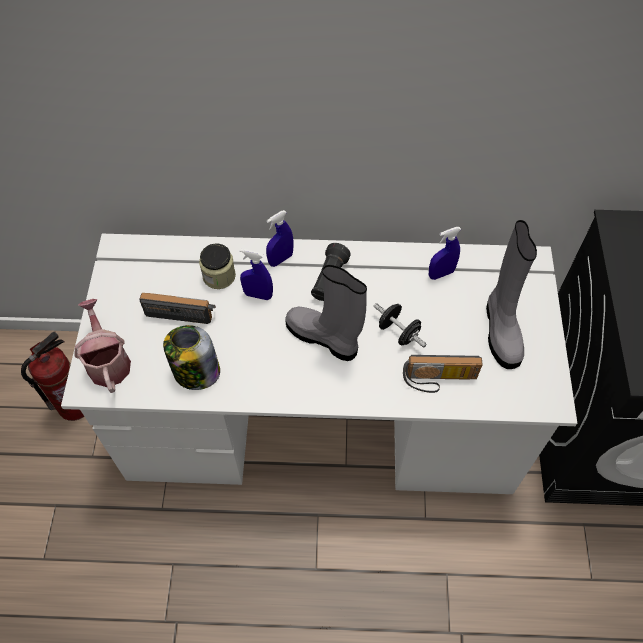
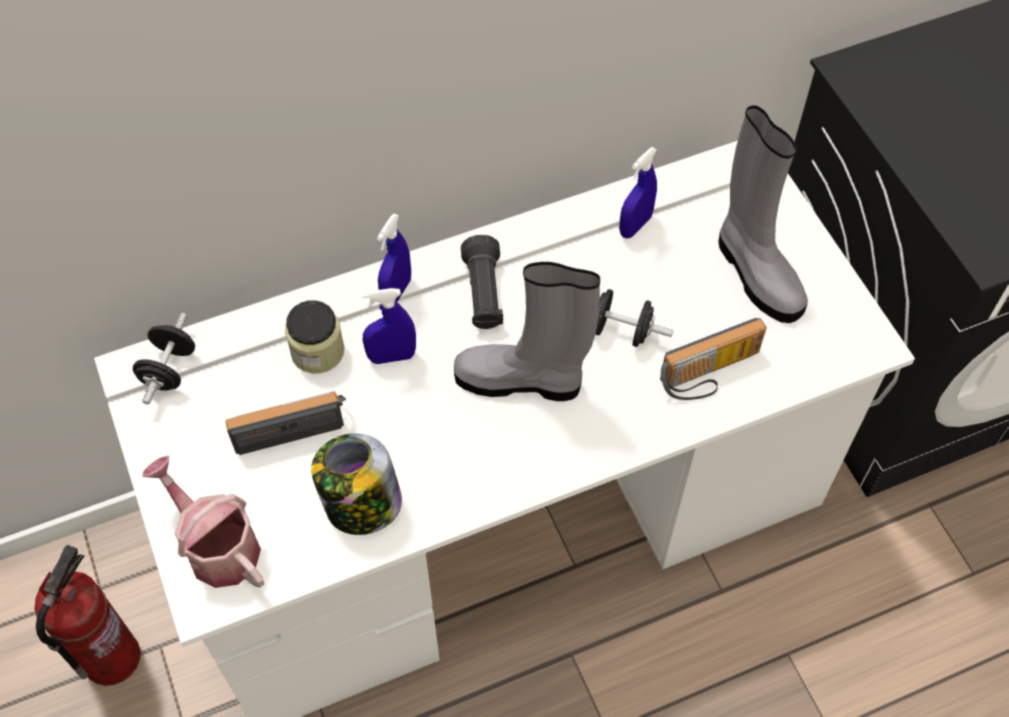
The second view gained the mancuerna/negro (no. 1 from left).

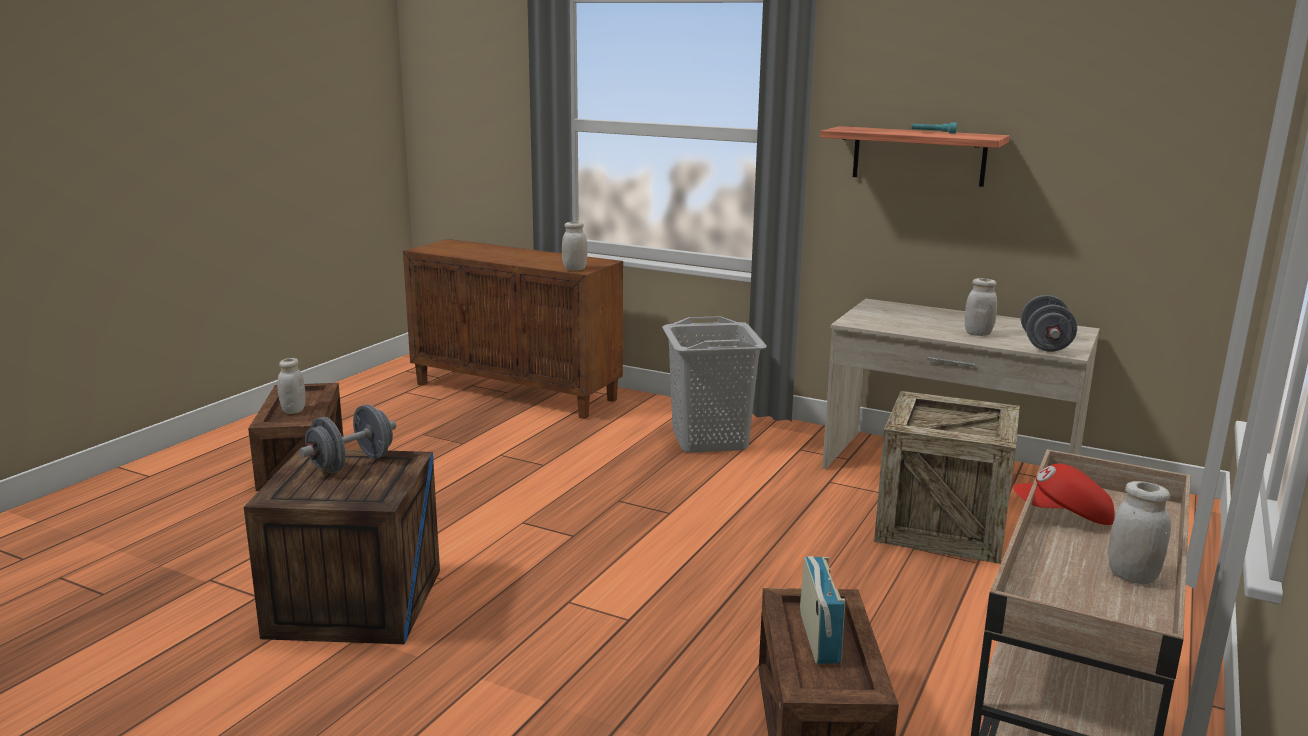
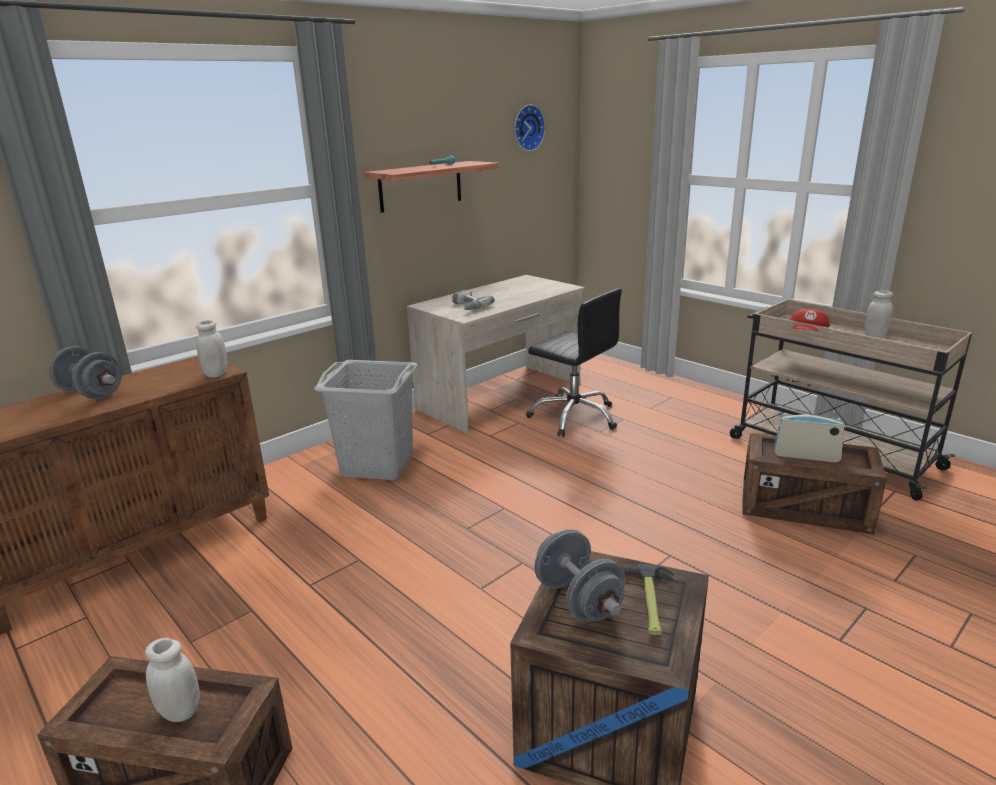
The second view lost the tarro/blanco (no. 3 from left). The second view gained the taladro. The second view gained the reloj de pared. The second view gained the martillo. The mancuerna/gris (no. 2 from left in the first image) ended up elsewhere. Where the caja de embalaje (no. 4 from left) stood, the silla de oficina/negro came to stand.

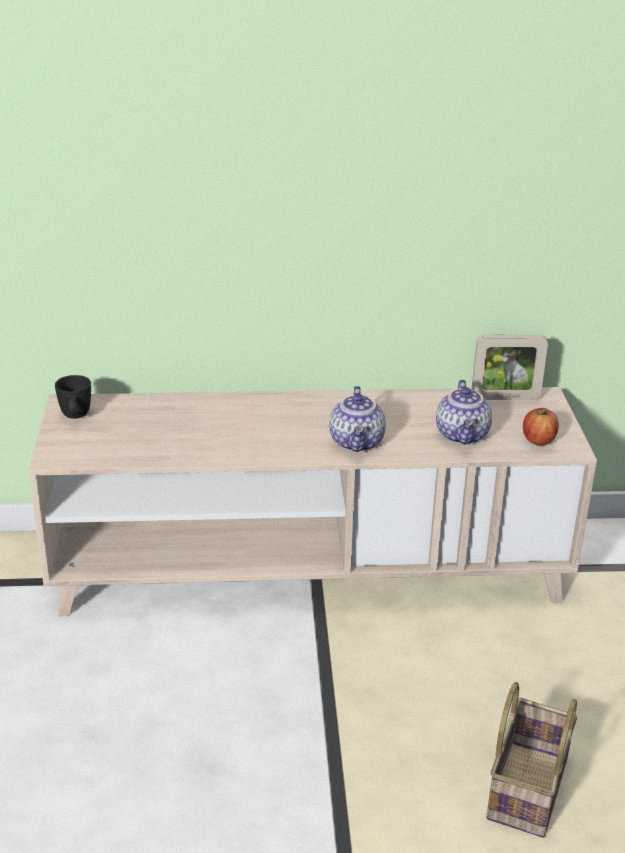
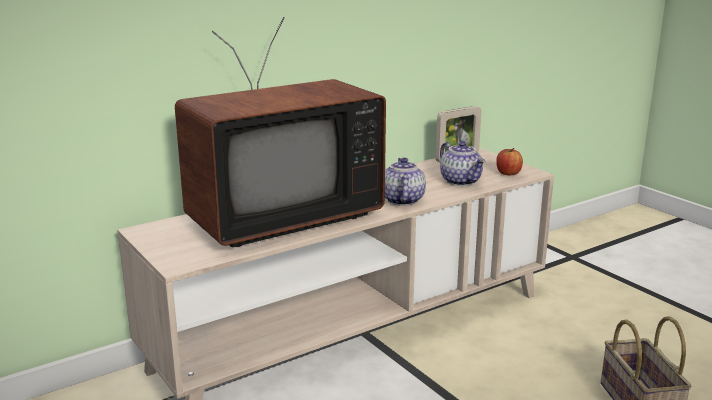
The second view lost the taza grande/negro. The second view gained the televisor. The tetera (no. 1 from left) ended up facing another way, 150 degrees counterclockwise from before.

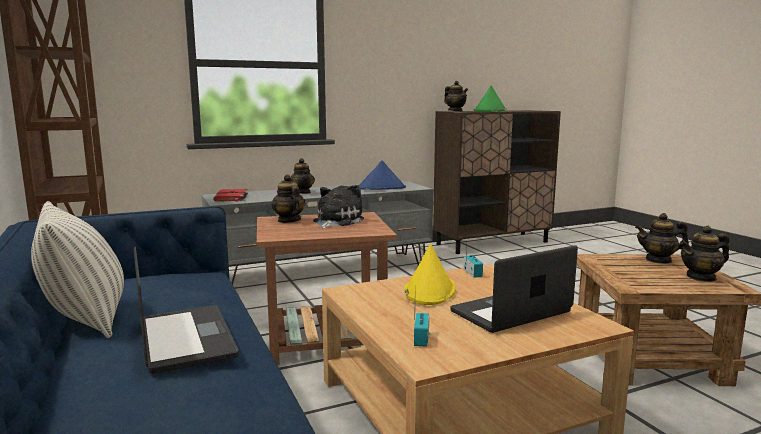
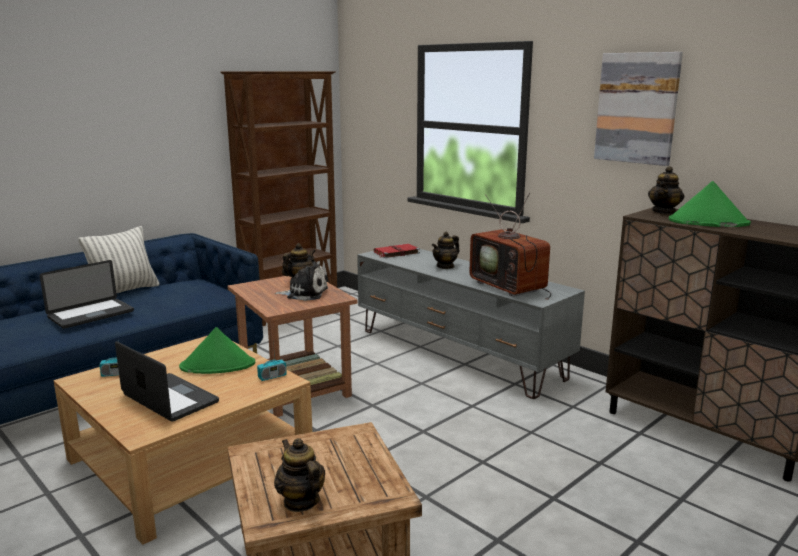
The second view lost the tetera (no. 4 from left). The second view gained the cuadro. Where the sombrero/azul stood, the televisor came to stand. What was the sombrero/amarillo turned into the sombrero/verde (no. 1 from left).

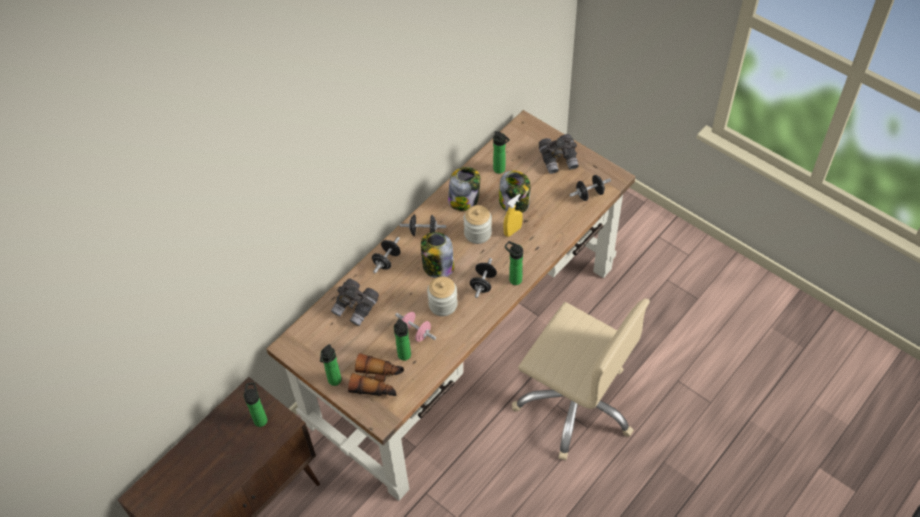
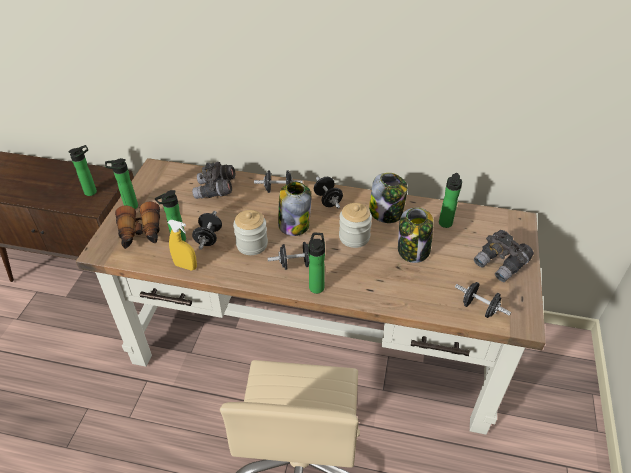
The pulverizador/amarillo ended up elsewhere. What was the mancuerna/rosa turned into the mancuerna/negro (no. 1 from left).

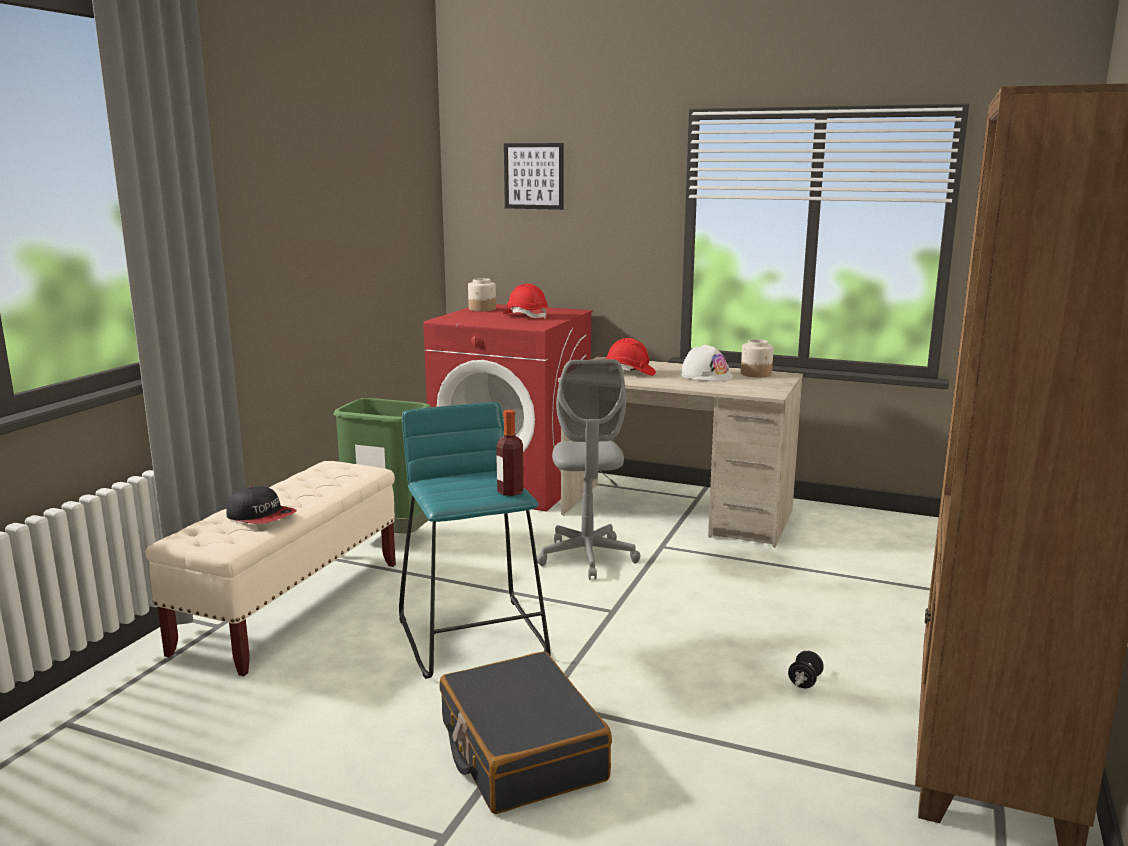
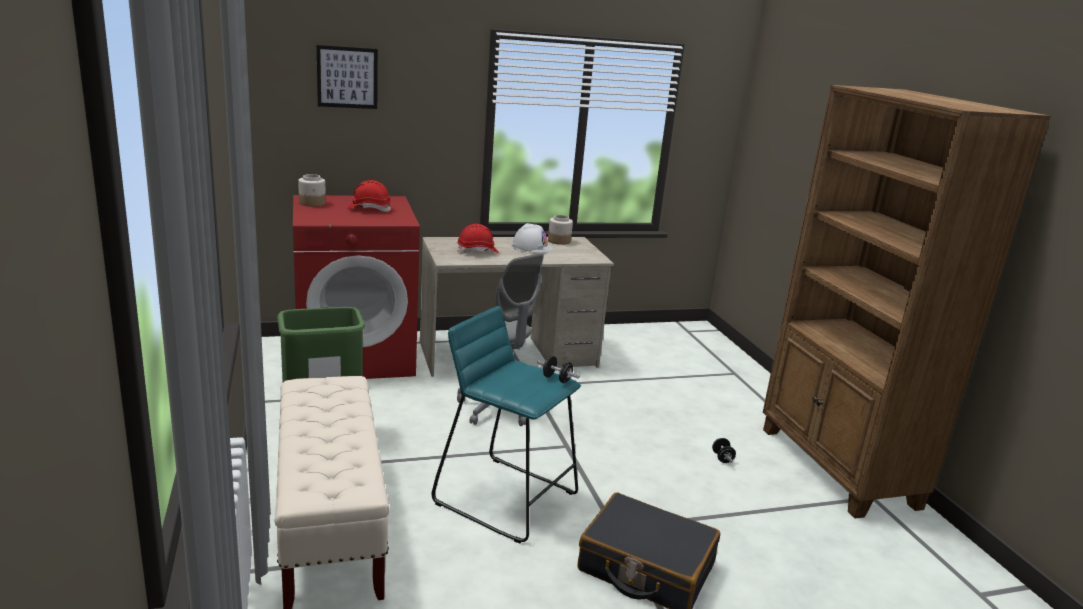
The second view lost the gorra. Where the botella stood, the mancuerna/negro (no. 1 from left) came to stand.

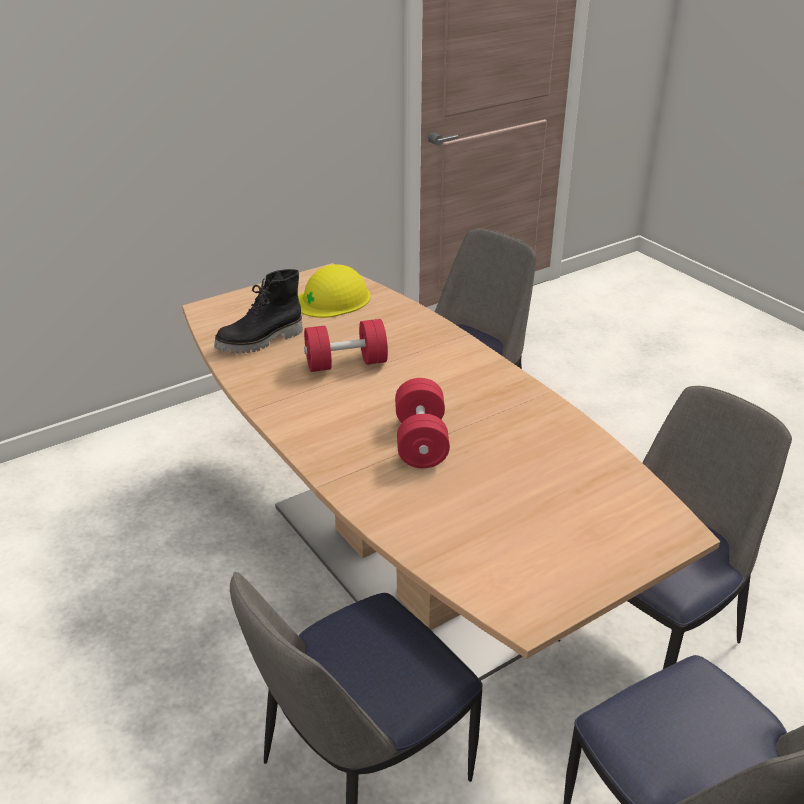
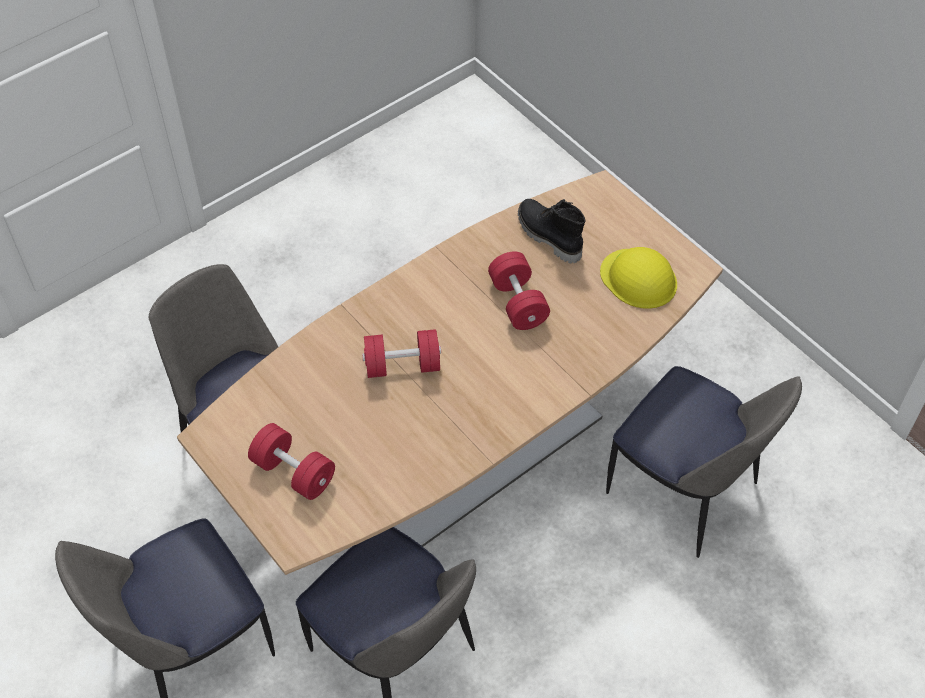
The second view gained the mancuerna/rojo (no. 1 from left).

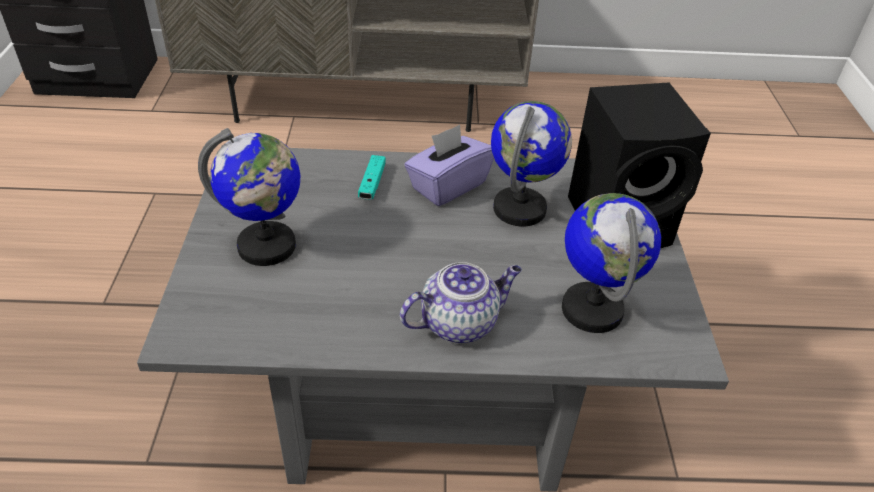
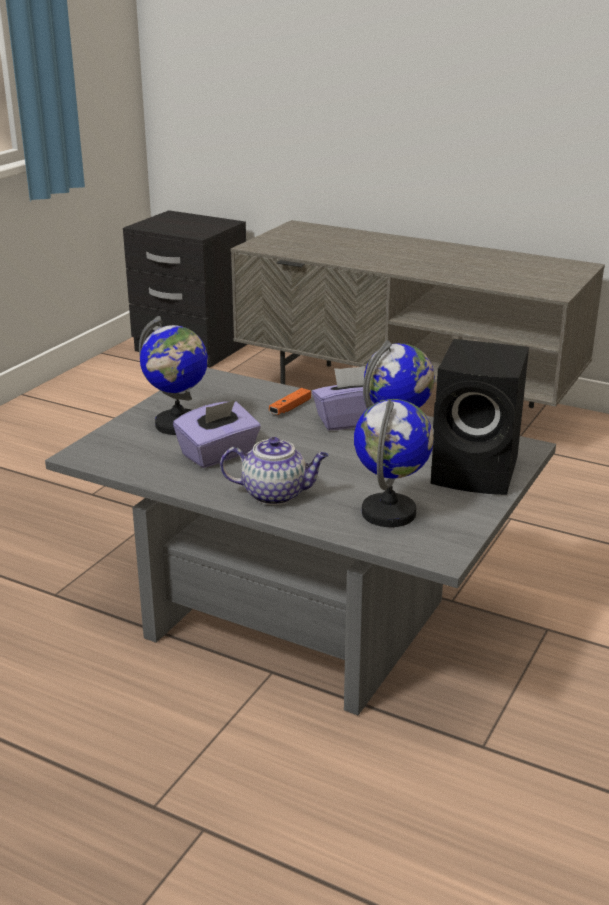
The second view gained the caja de pañuelos/morado (no. 1 from left). What was the mando de consola/turquesa turned into the mando de consola/naranja.

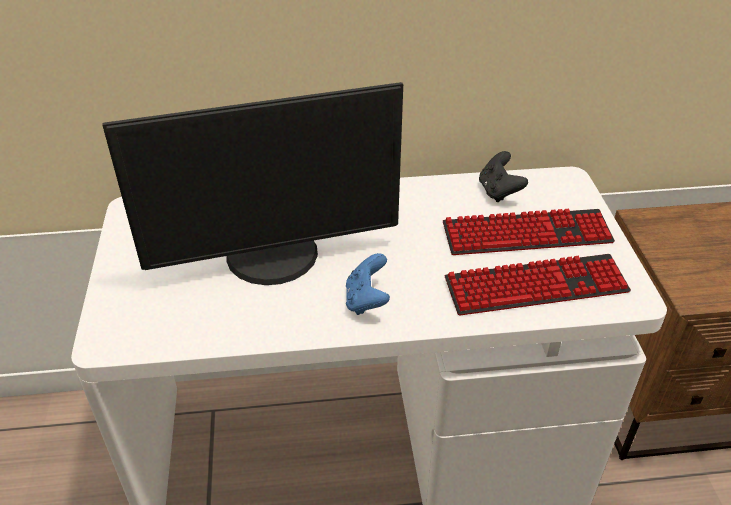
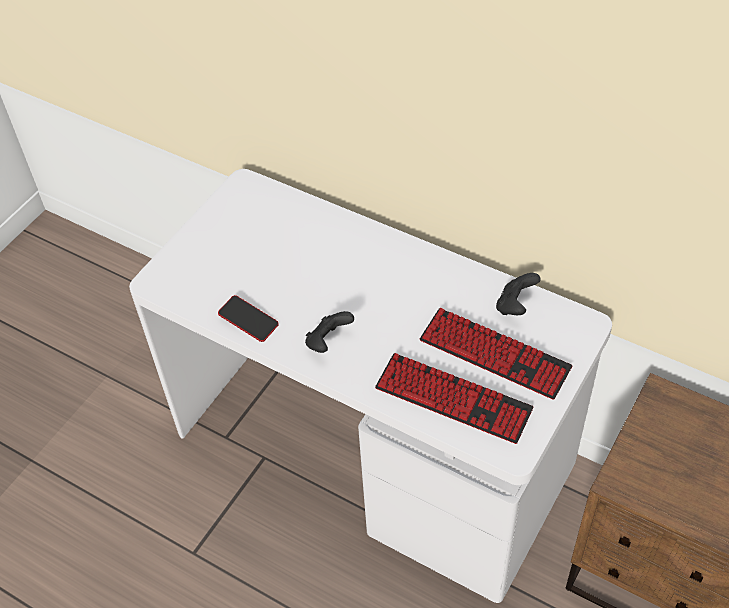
The second view lost the monitor. The second view gained the móvil. What was the mando de consola/azul turned into the mando de consola/negro (no. 1 from left).

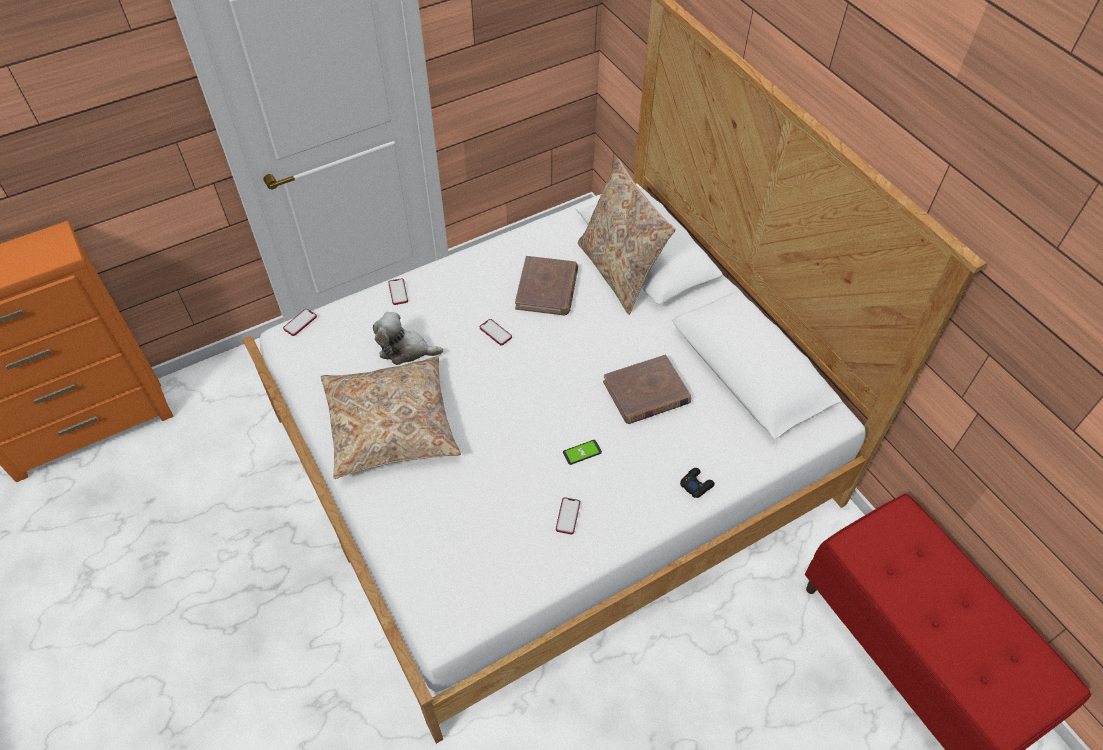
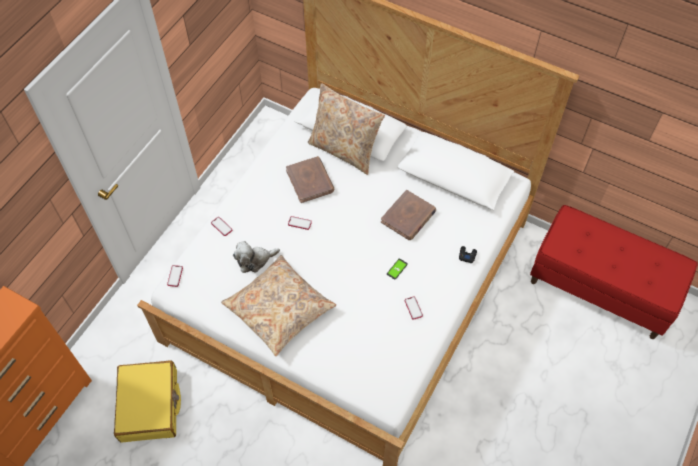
The second view gained the maleta/amarillo.

